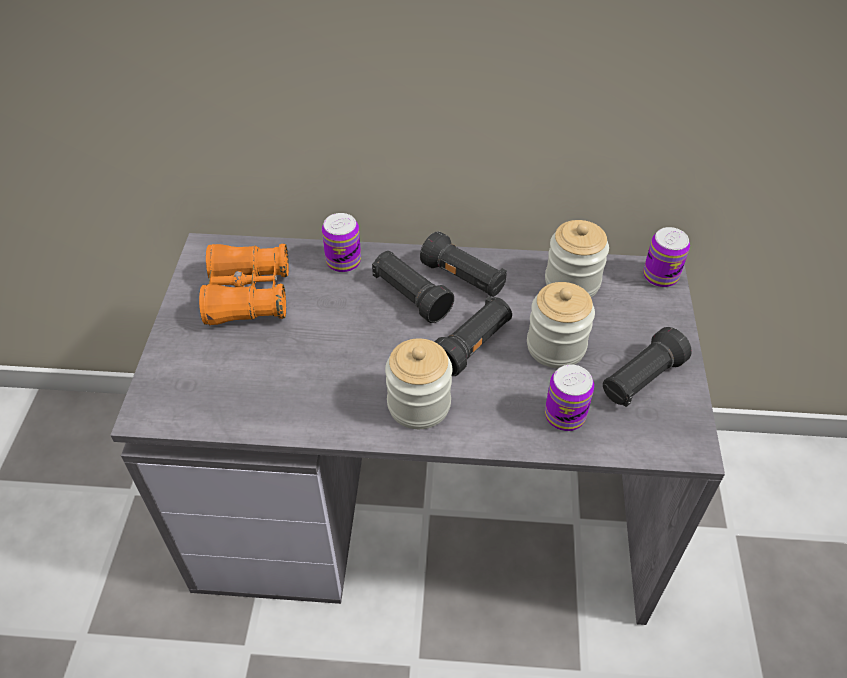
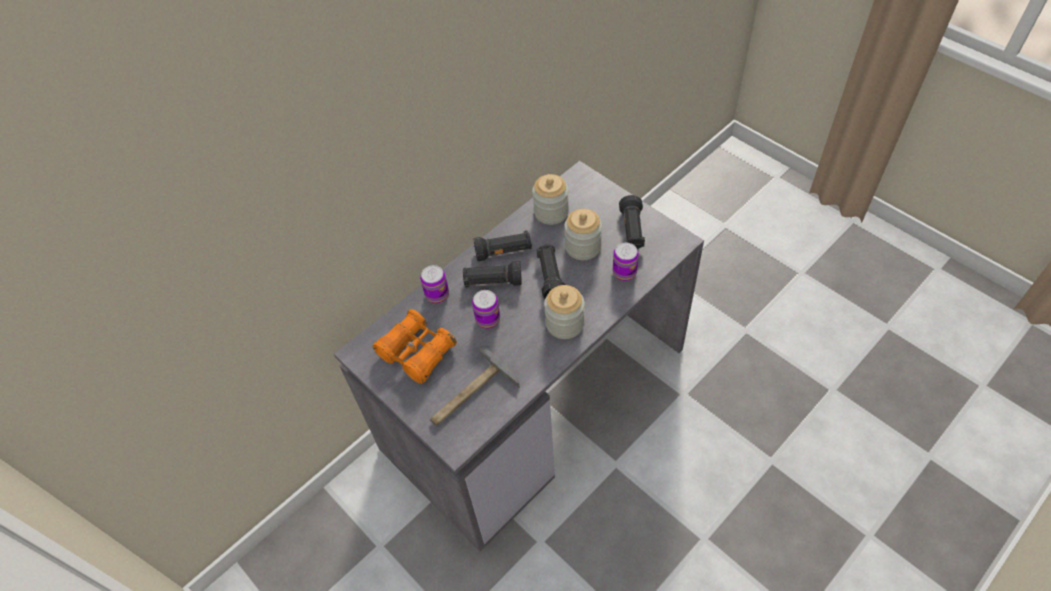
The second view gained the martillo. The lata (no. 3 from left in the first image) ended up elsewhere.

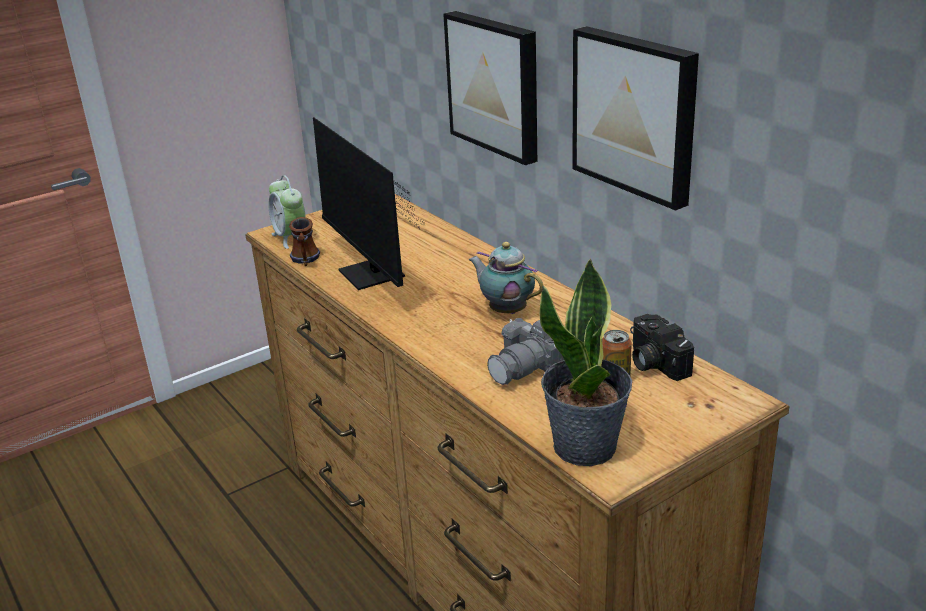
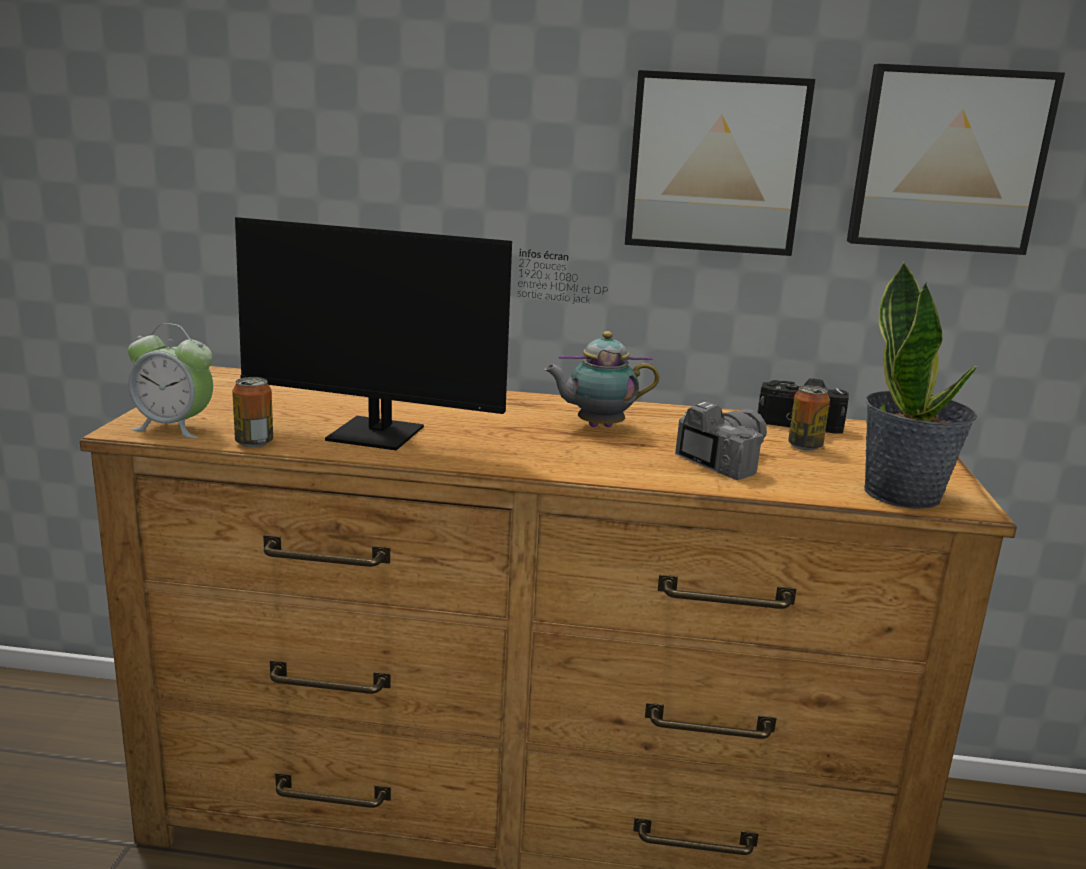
The cuadro (no. 1 from left in the first image) ended up elsewhere. Where the taza grande stood, the lata (no. 1 from left) came to stand. The cámara (no. 1 from left) ended up facing another way, 135 degrees counterclockwise from before.

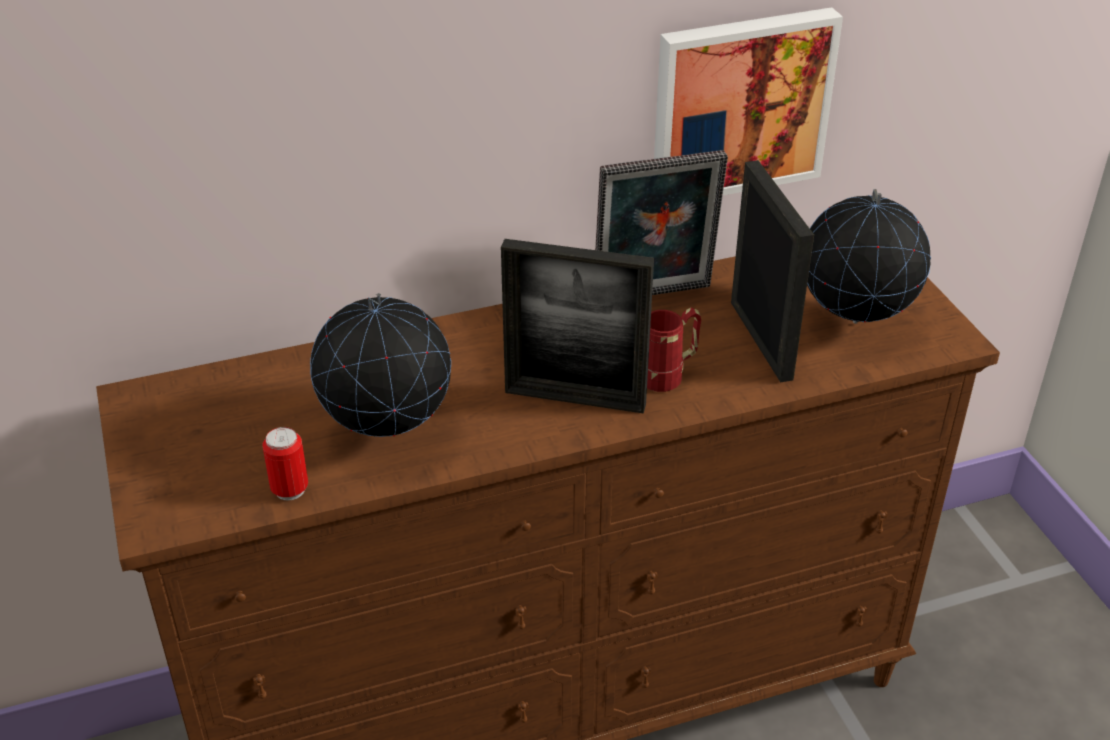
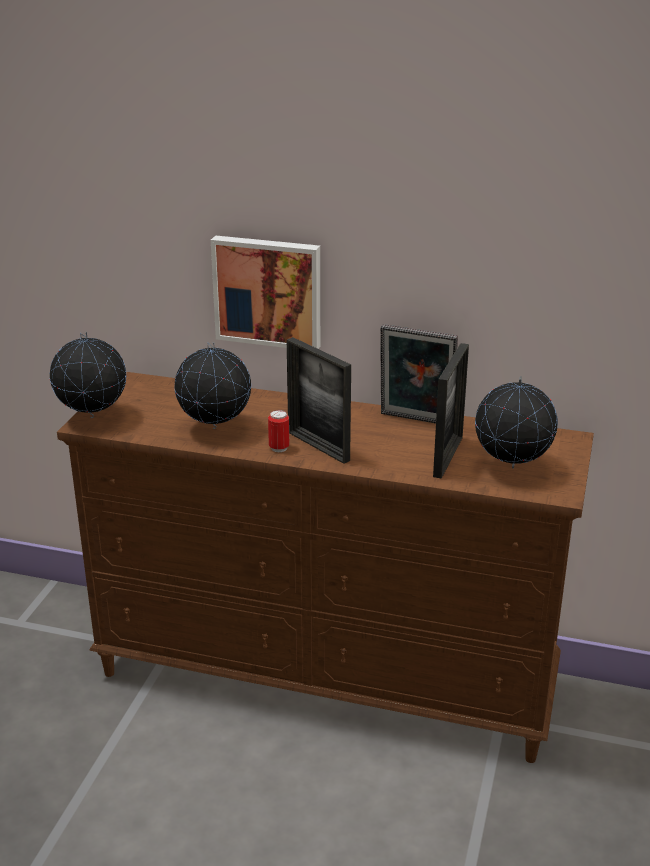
The second view lost the taza grande/rojo. The second view gained the globo terráqueo (no. 1 from left). The lata ended up elsewhere. The cuadro ended up elsewhere.

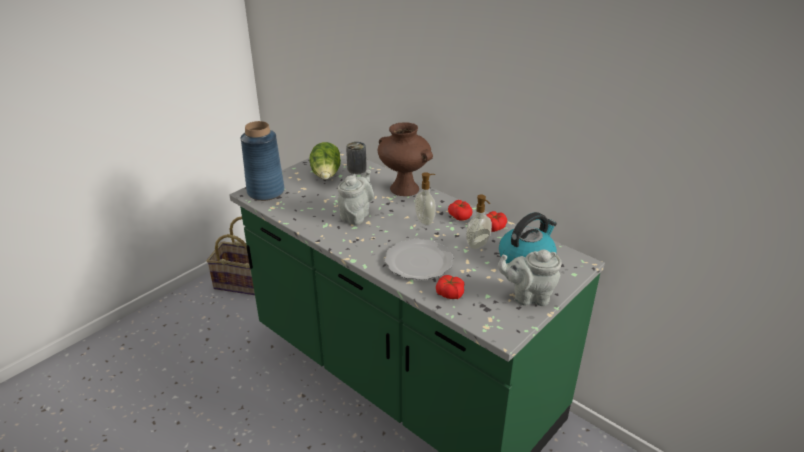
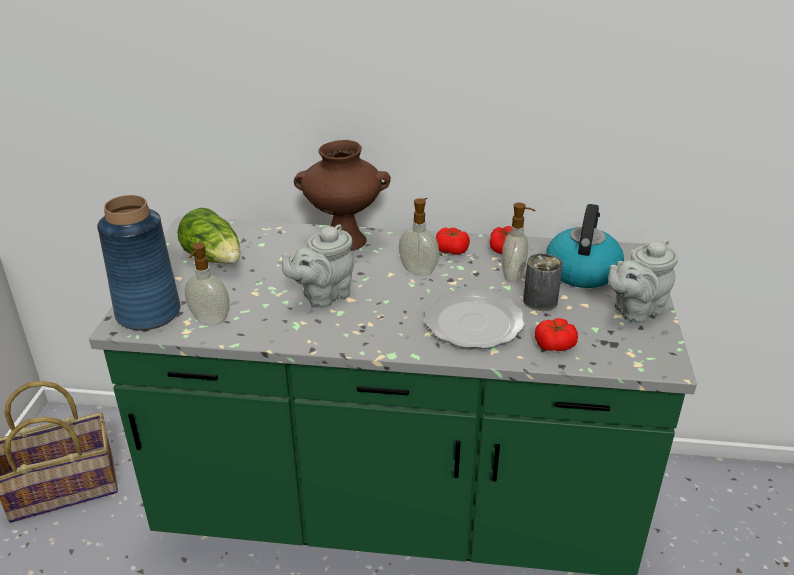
The second view gained the dispensador de jabón (no. 1 from left). The lata ended up elsewhere. The tetera/gris (no. 1 from left) ended up facing another way, 120 degrees counterclockwise from before.

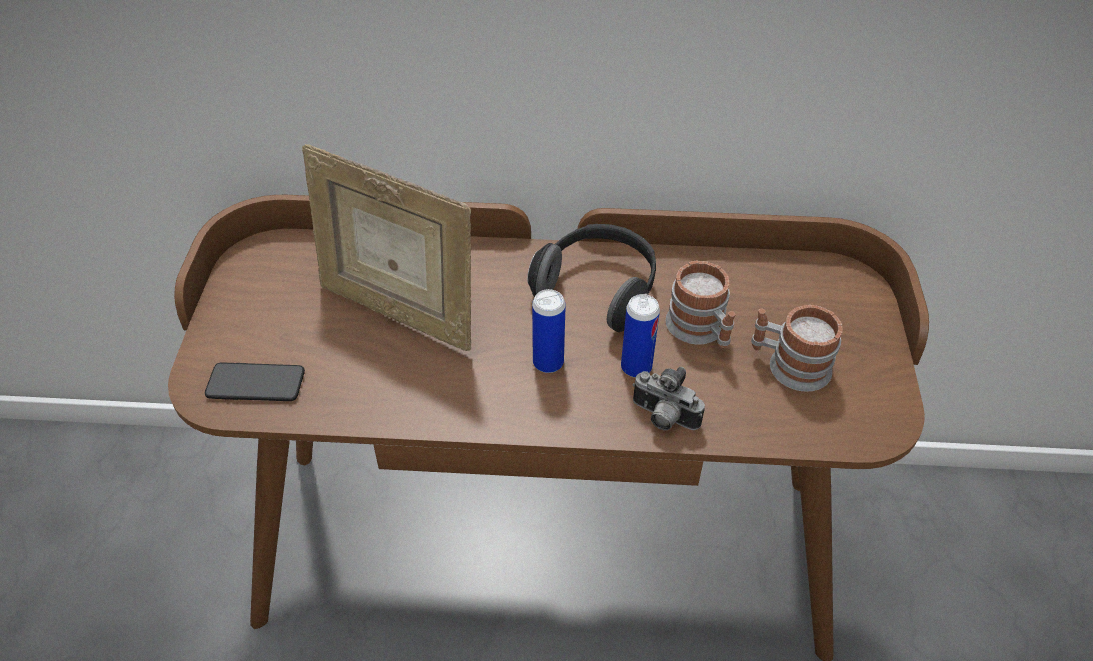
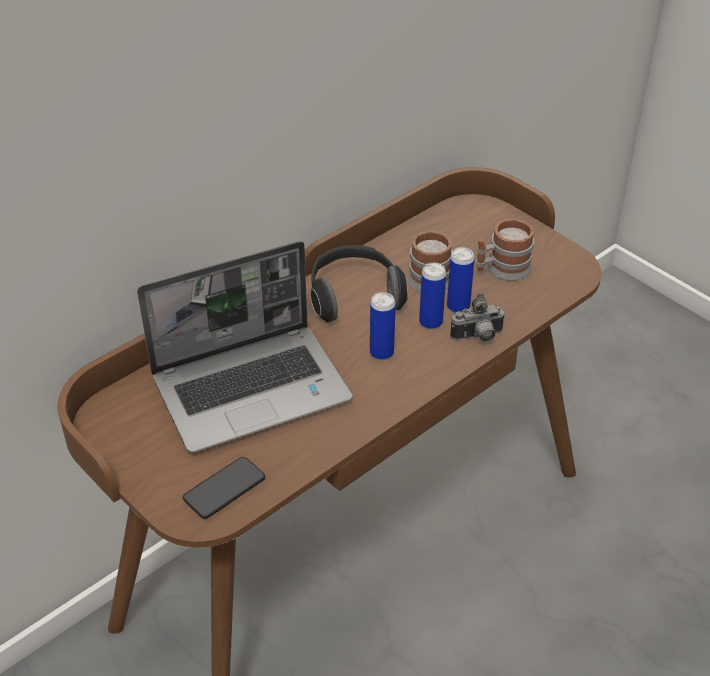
The second view gained the lata (no. 3 from left). Where the portarretratos stood, the portátil came to stand.

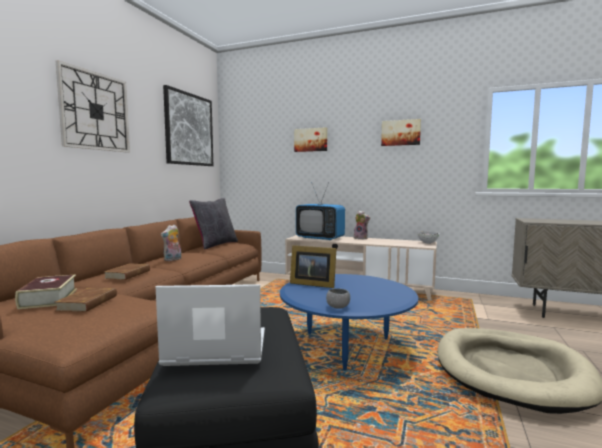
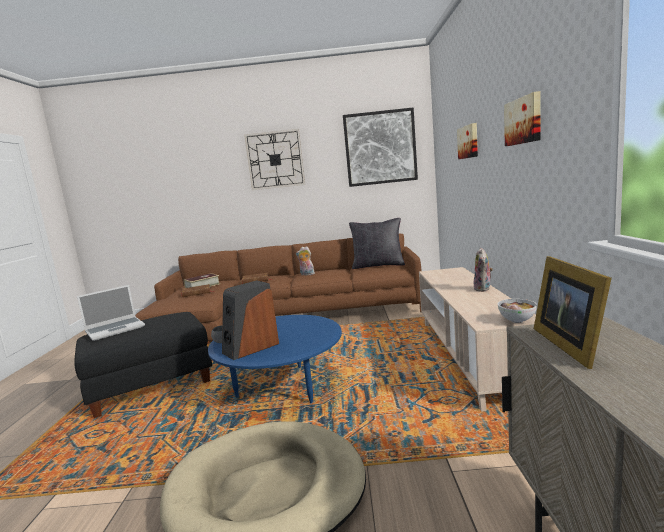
The second view lost the televisor. The second view gained the altavoz. The portarretratos ended up elsewhere. The portátil ended up facing another way, 75 degrees clockwise from before.

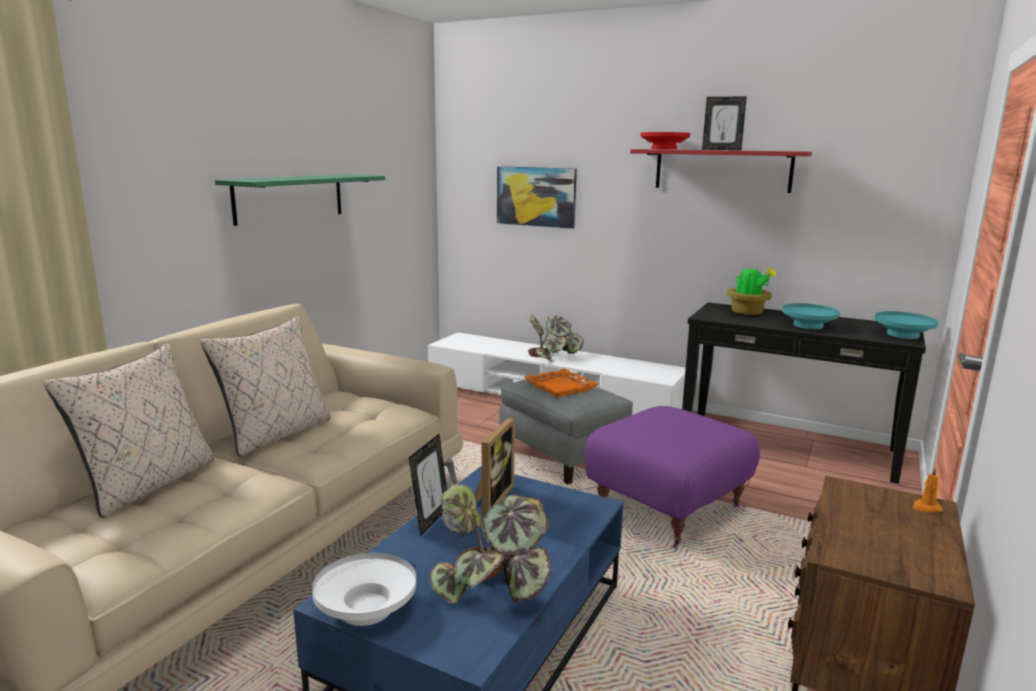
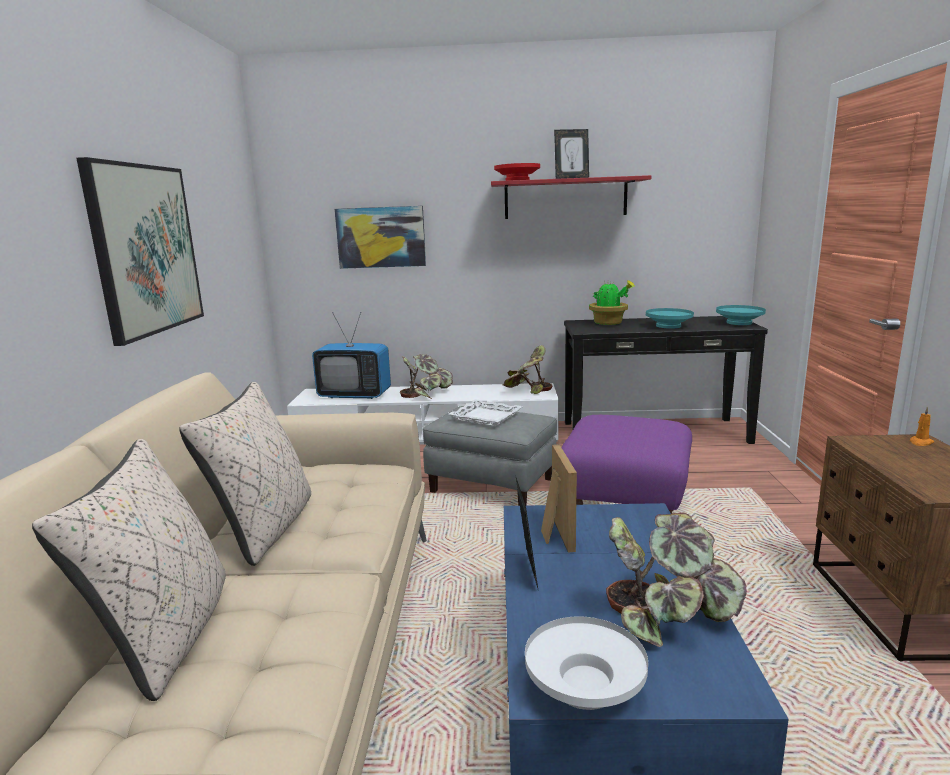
The second view gained the televisor. The second view gained the planta en maceta (no. 2 from left). Where the estante/verde hung, the cuadro (no. 1 from left) came to hang. What was the bandeja/naranja turned into the bandeja/blanco.

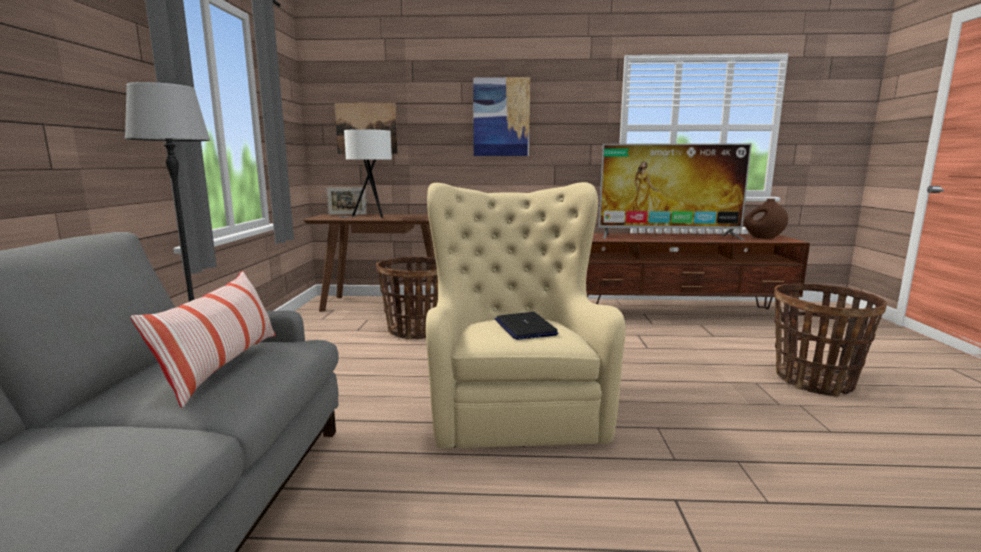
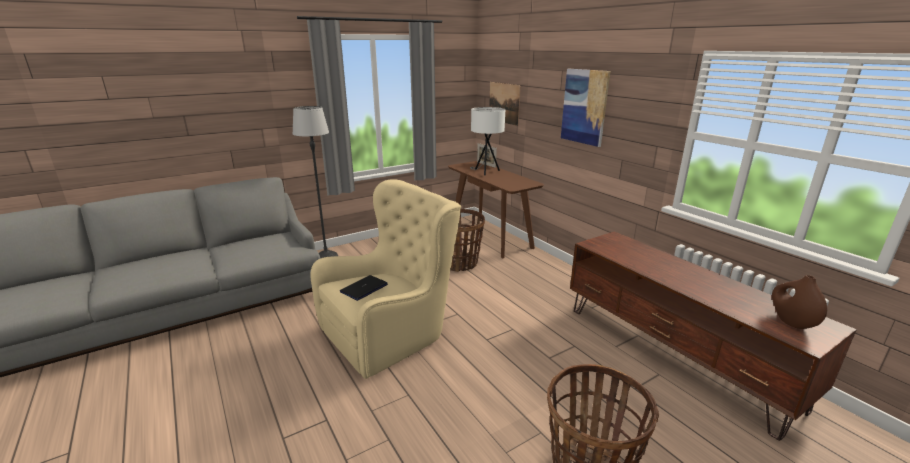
The second view lost the cojín. The second view lost the televisor.

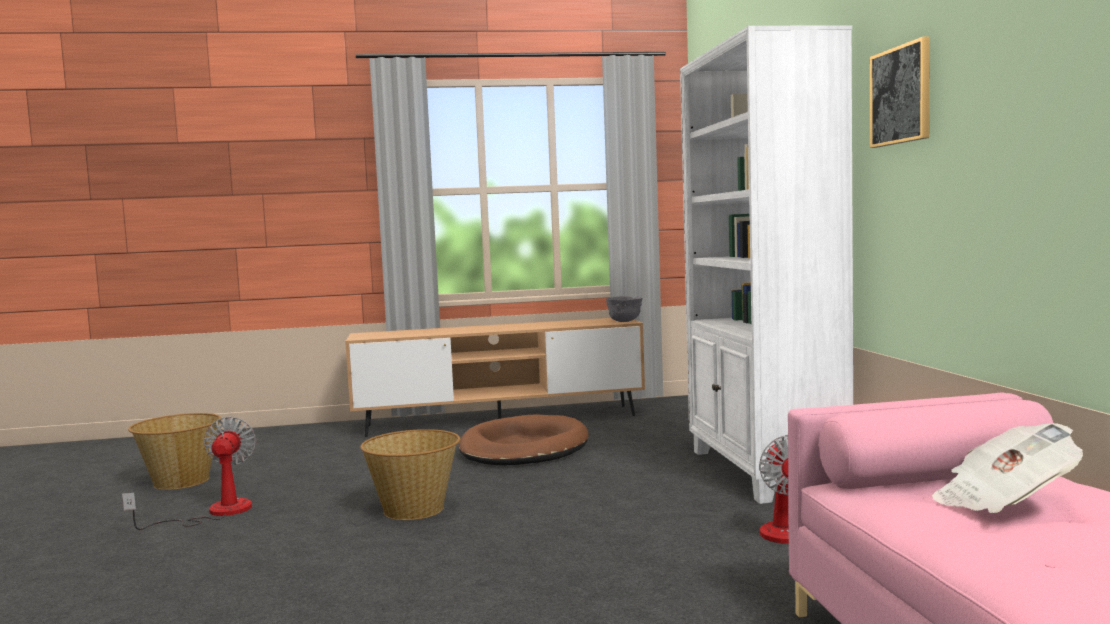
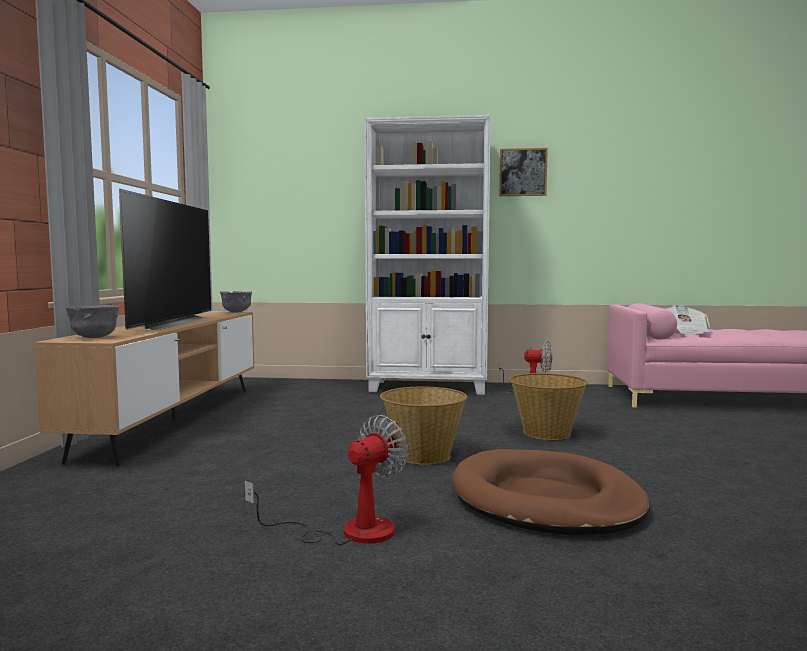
The second view gained the cuenco/gris (no. 1 from left). The second view gained the televisor. The cesta (no. 1 from left in the first image) ended up elsewhere. The cama para perro/marrón ended up elsewhere. The ventilador (no. 1 from left) ended up facing another way, 120 degrees clockwise from before.

